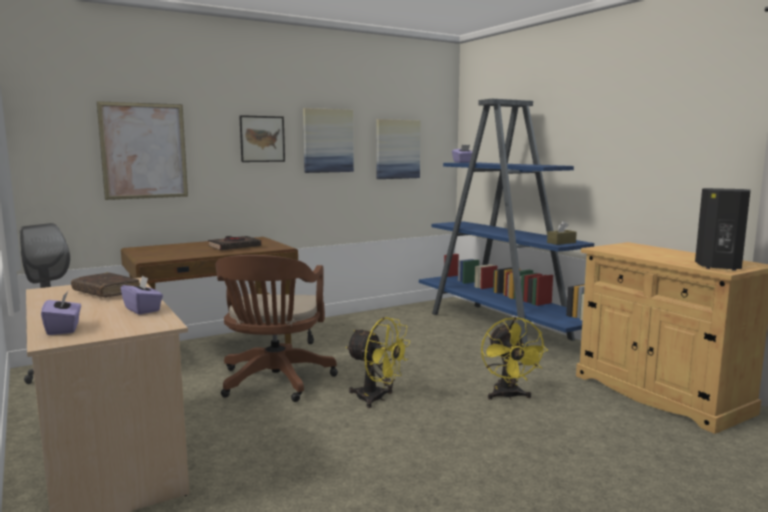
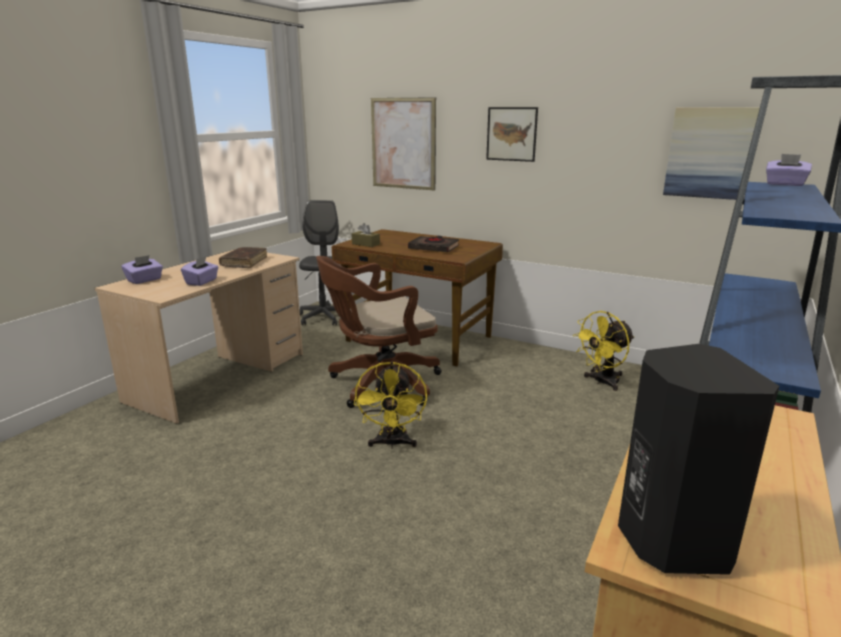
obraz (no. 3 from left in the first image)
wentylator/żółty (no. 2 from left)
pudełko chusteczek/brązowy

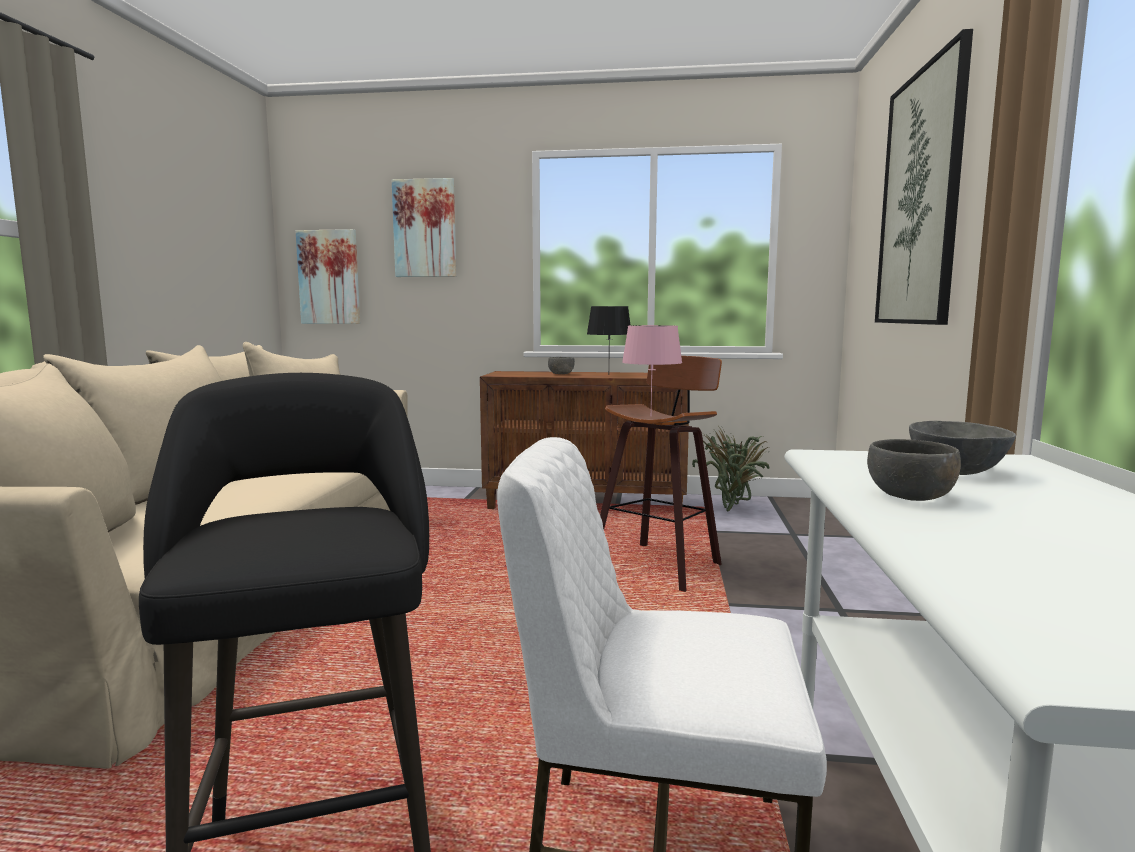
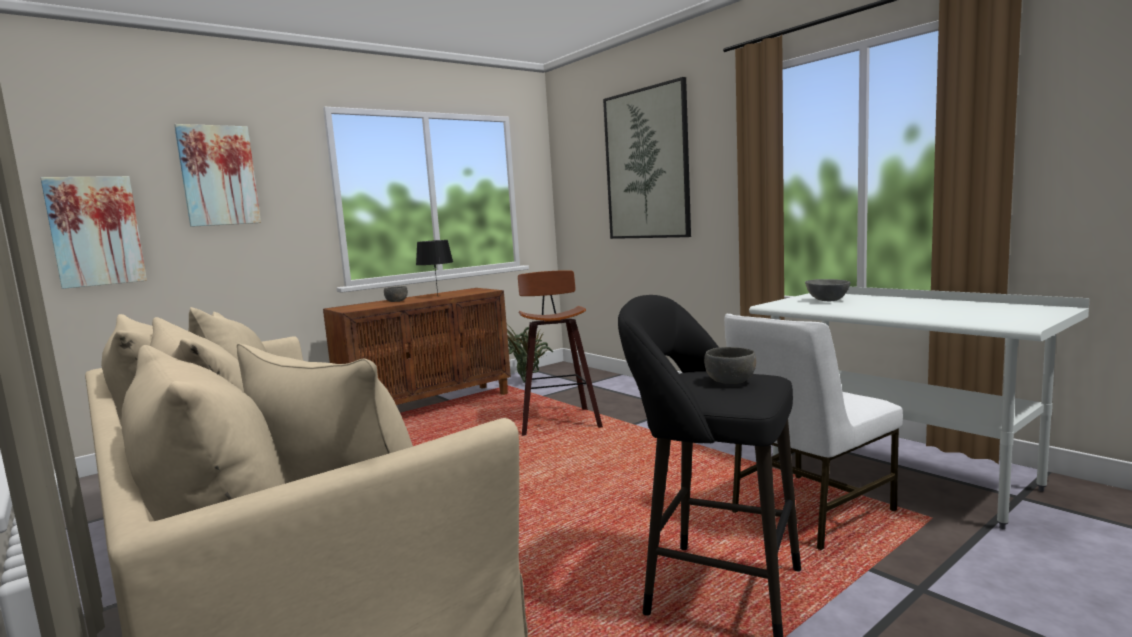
lampa stołowa/różowy
miska/szary (no. 2 from left)

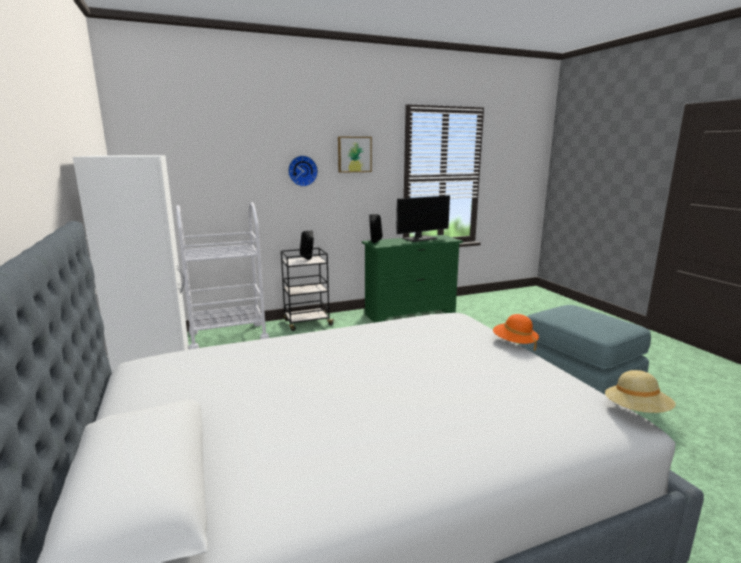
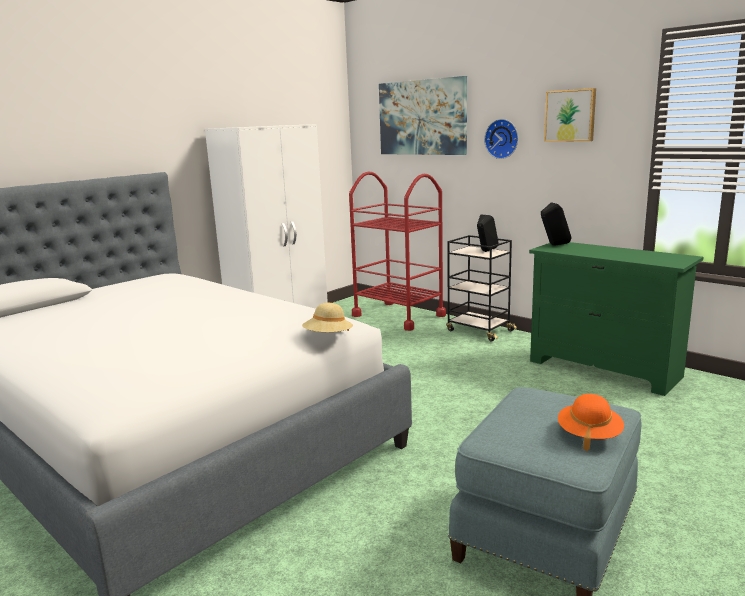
monitor
obraz (no. 1 from left)
kapelusz/pomarańczowy
kapelusz/beżowy
wózek/czerwony

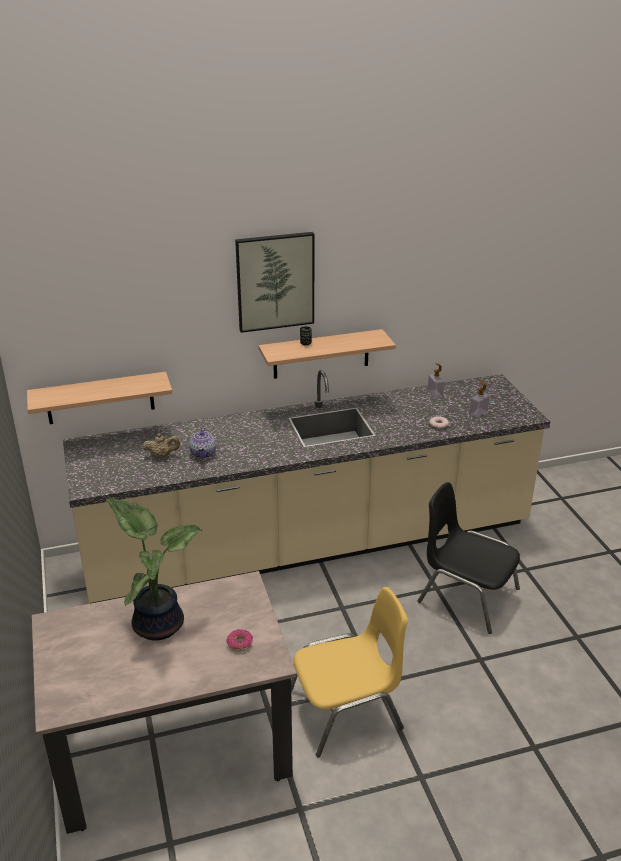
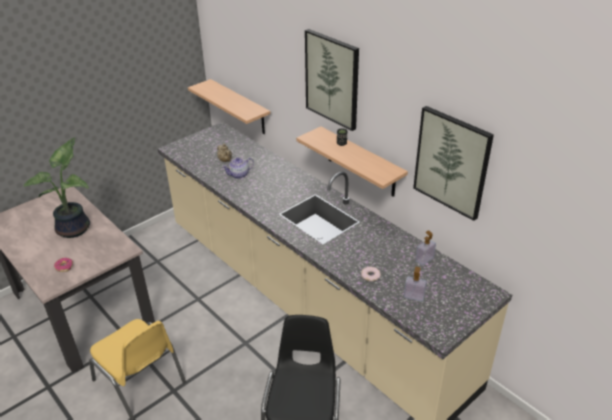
obraz (no. 2 from left)

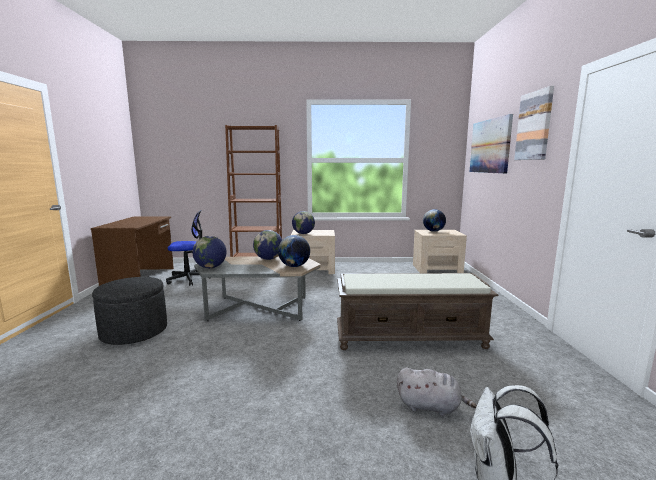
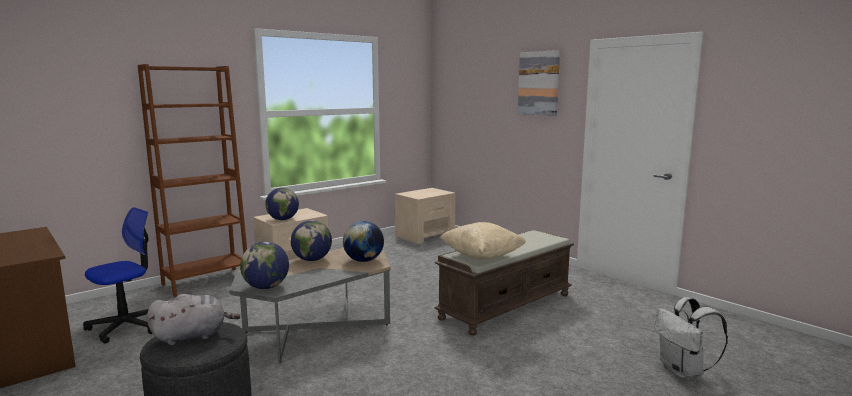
globus (no. 5 from left in the first image)
obraz (no. 1 from left in the first image)
poduszka/beżowy
pluszak/szary

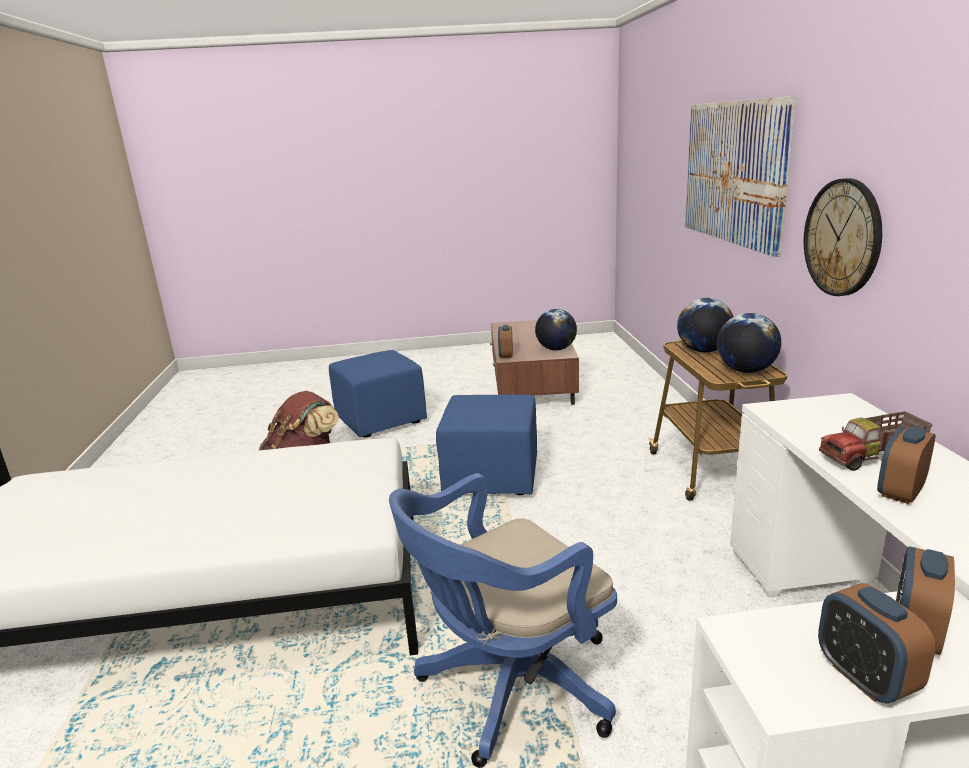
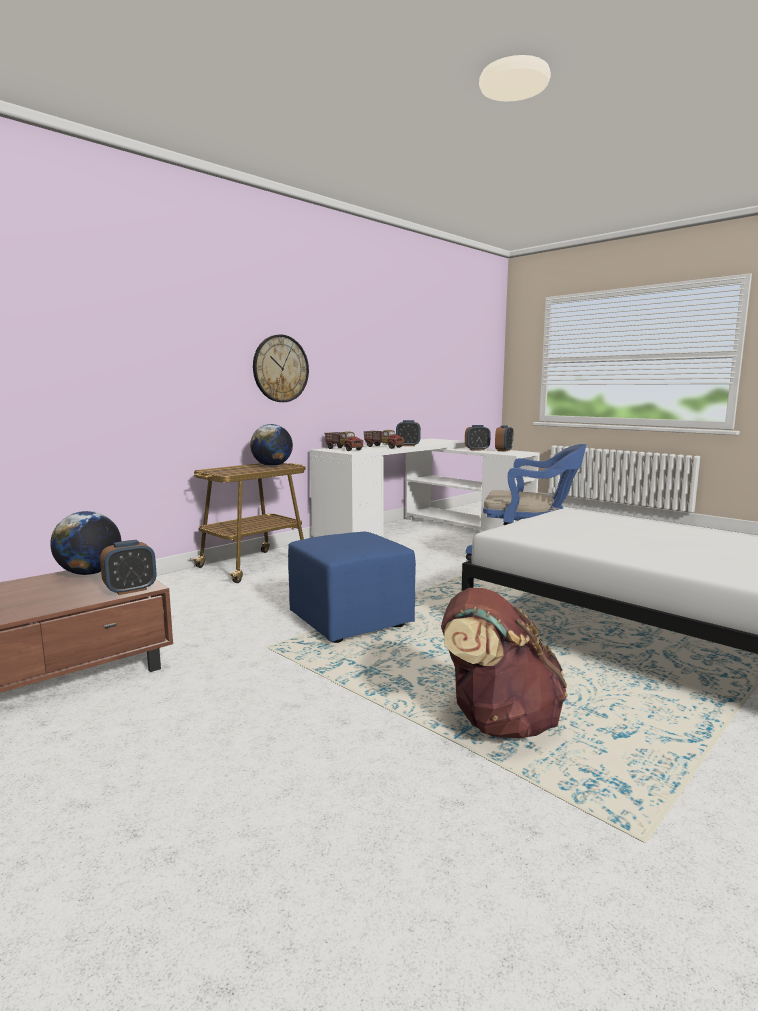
pufa/niebieski (no. 1 from left in the first image)
globus (no. 2 from left in the first image)
obraz
ciężarówka zabawkowa (no. 1 from left)

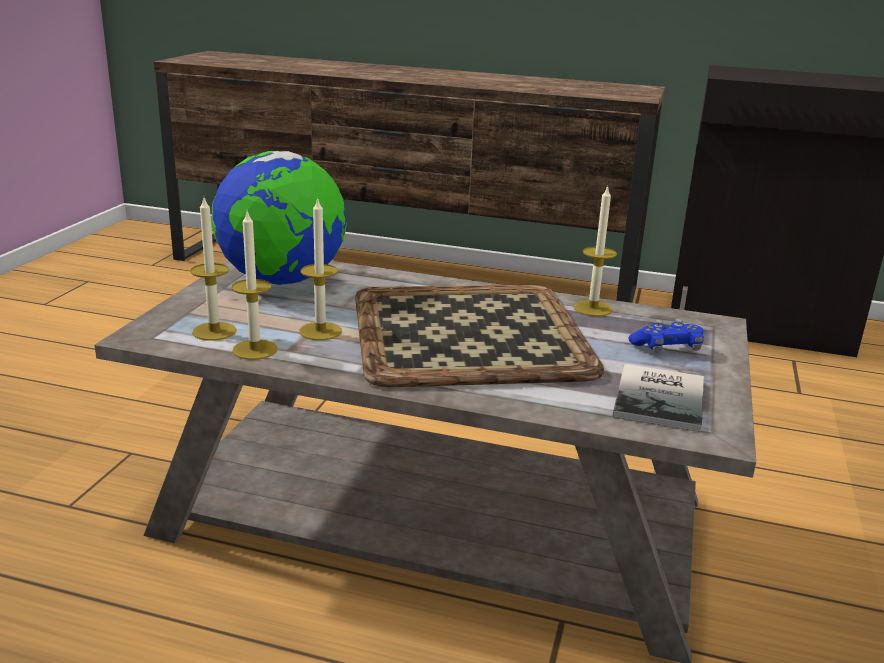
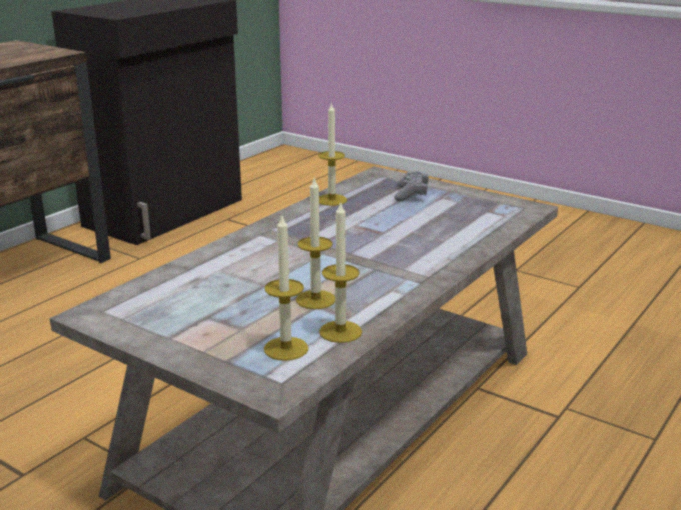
globus
taca
książka
pad do gier/szary

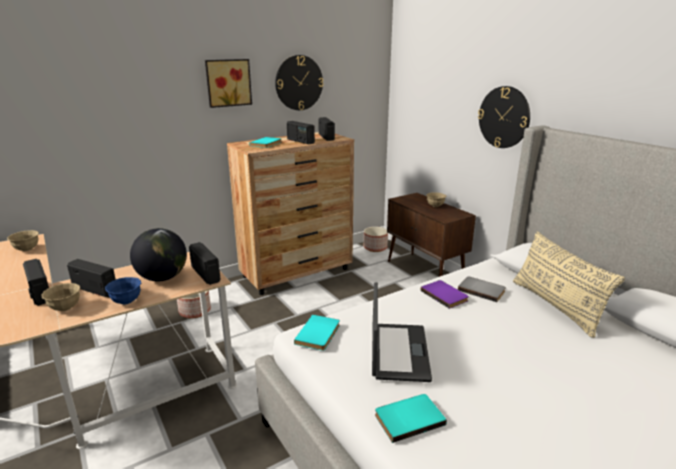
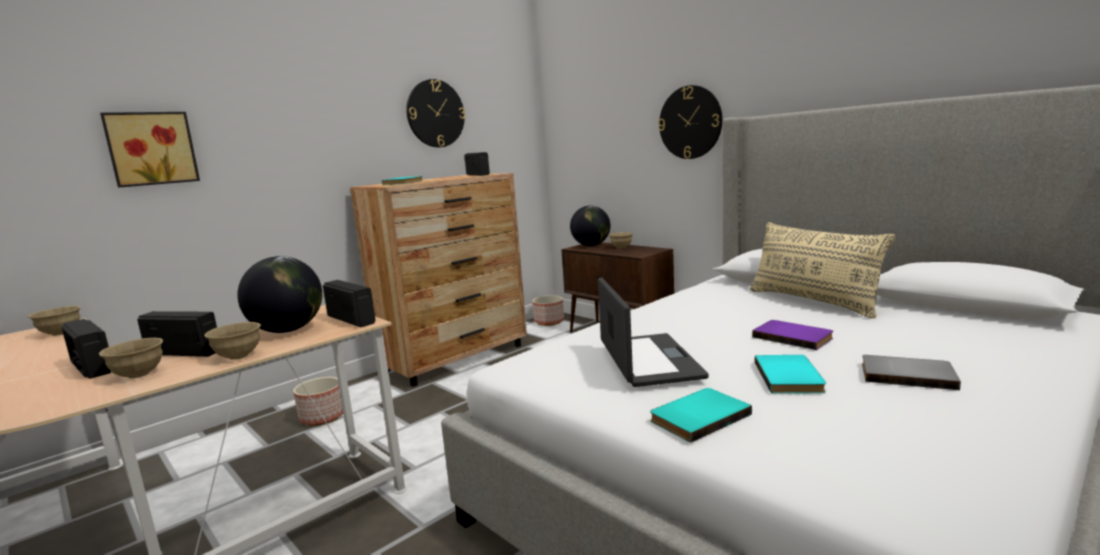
radio (no. 4 from left in the first image)
globus (no. 2 from left)
obraz
książka/turkusowy (no. 3 from left)
książka/fioletowy
książka/szary
miska/beżowy (no. 3 from left)

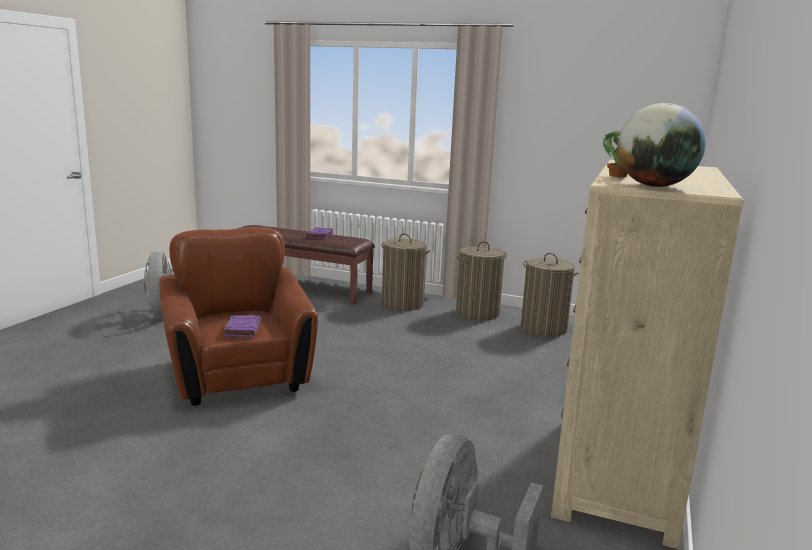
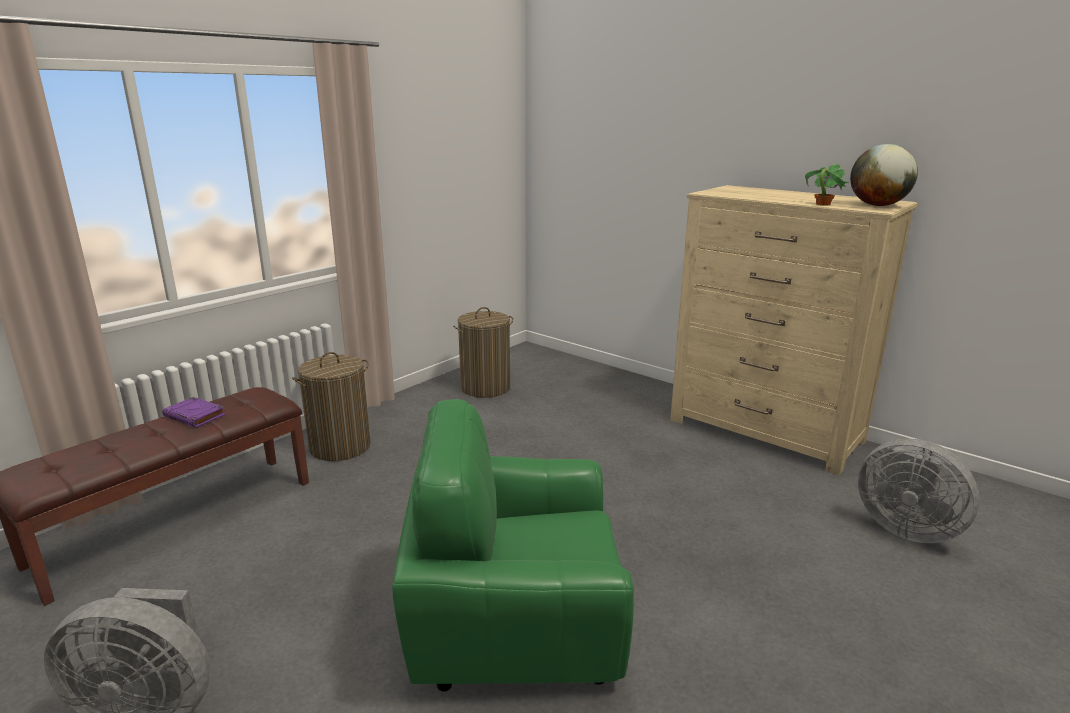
książka/fioletowy (no. 1 from left in the first image)
kosz na pranie (no. 2 from left in the first image)
fotel/zielony

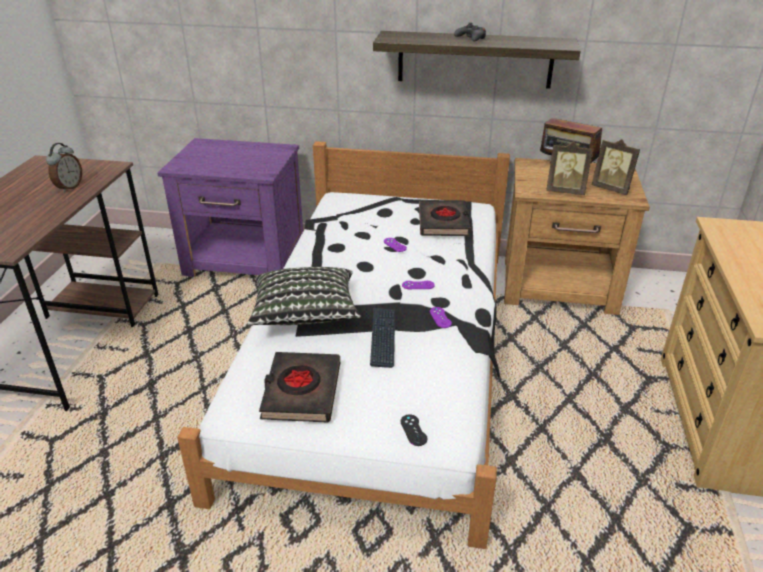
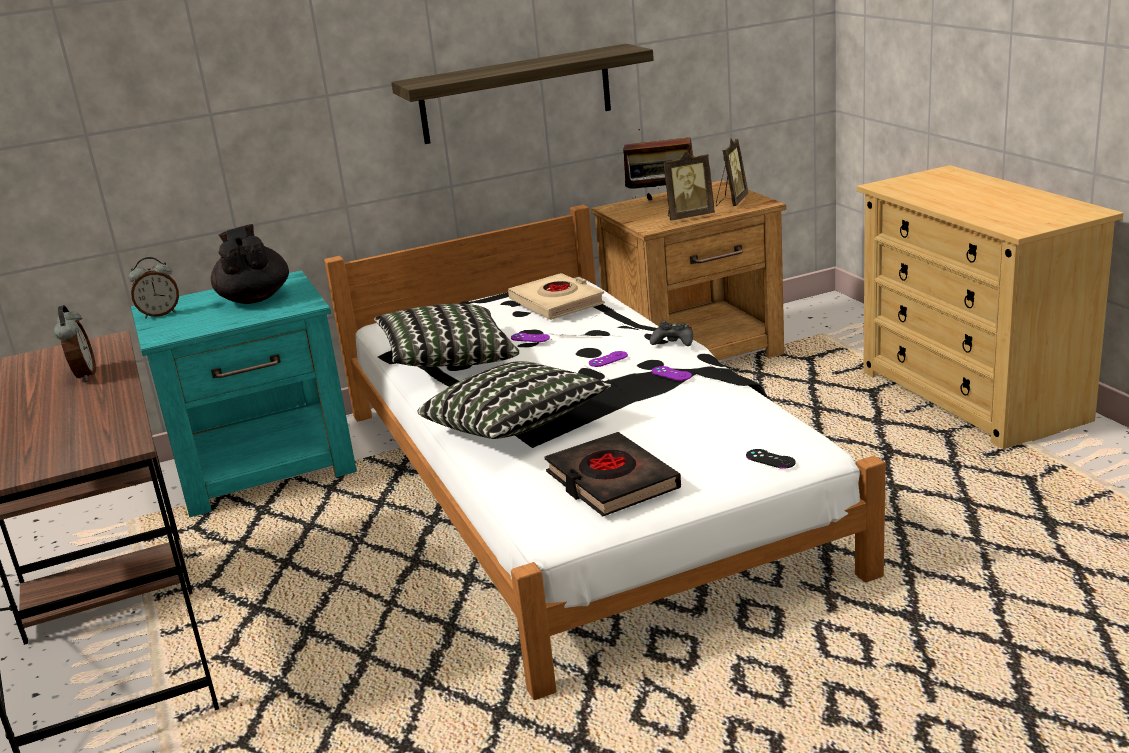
klawiatura
budzik (no. 2 from left)
imbryk/czarny
poduszka (no. 1 from left)
pad do gier/czarny (no. 1 from left)
szafka nocna/turkusowy
książka/beżowy
ramka na zdjęcie (no. 2 from left)

